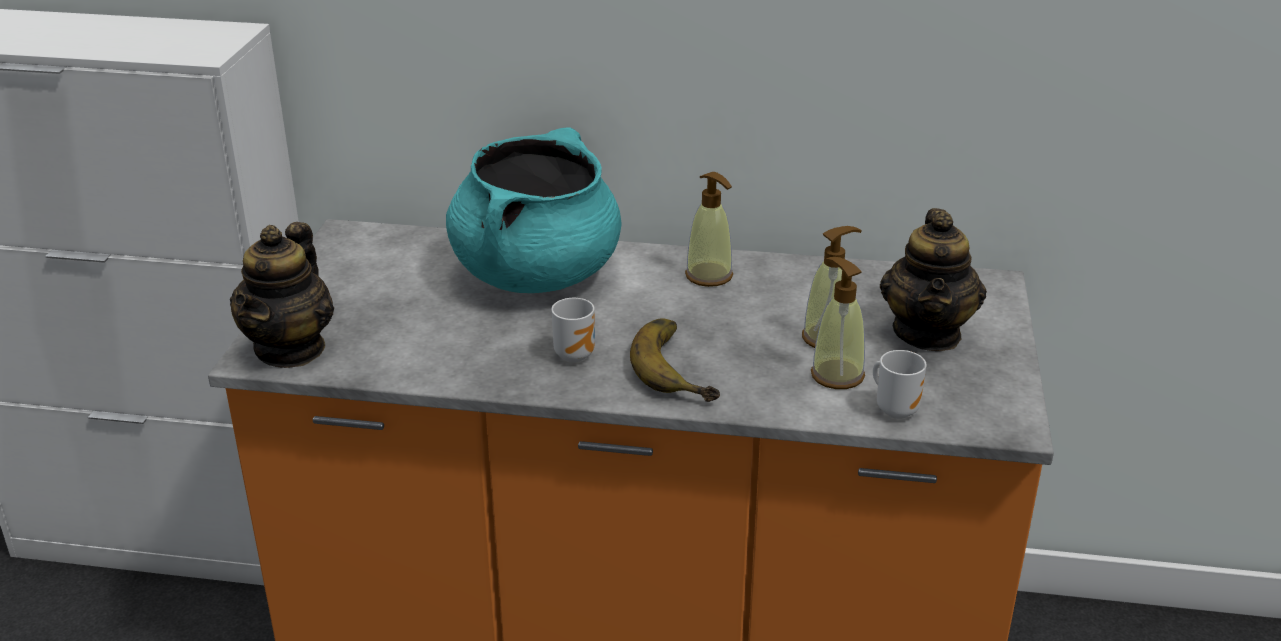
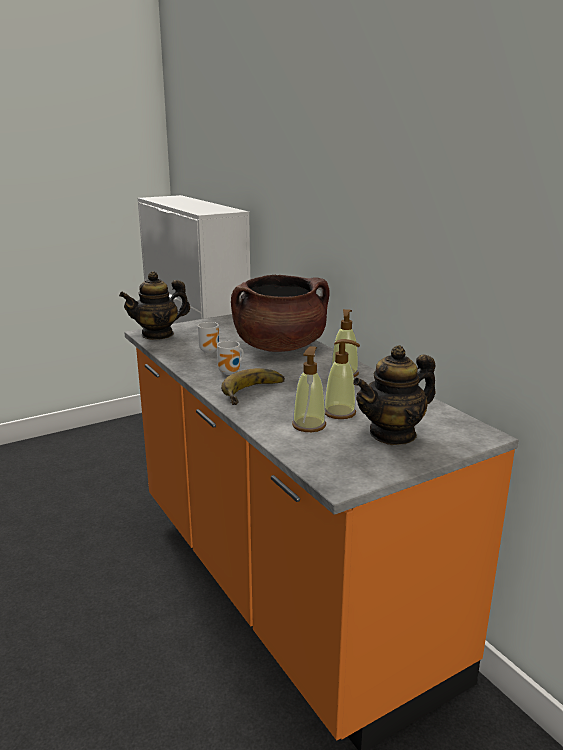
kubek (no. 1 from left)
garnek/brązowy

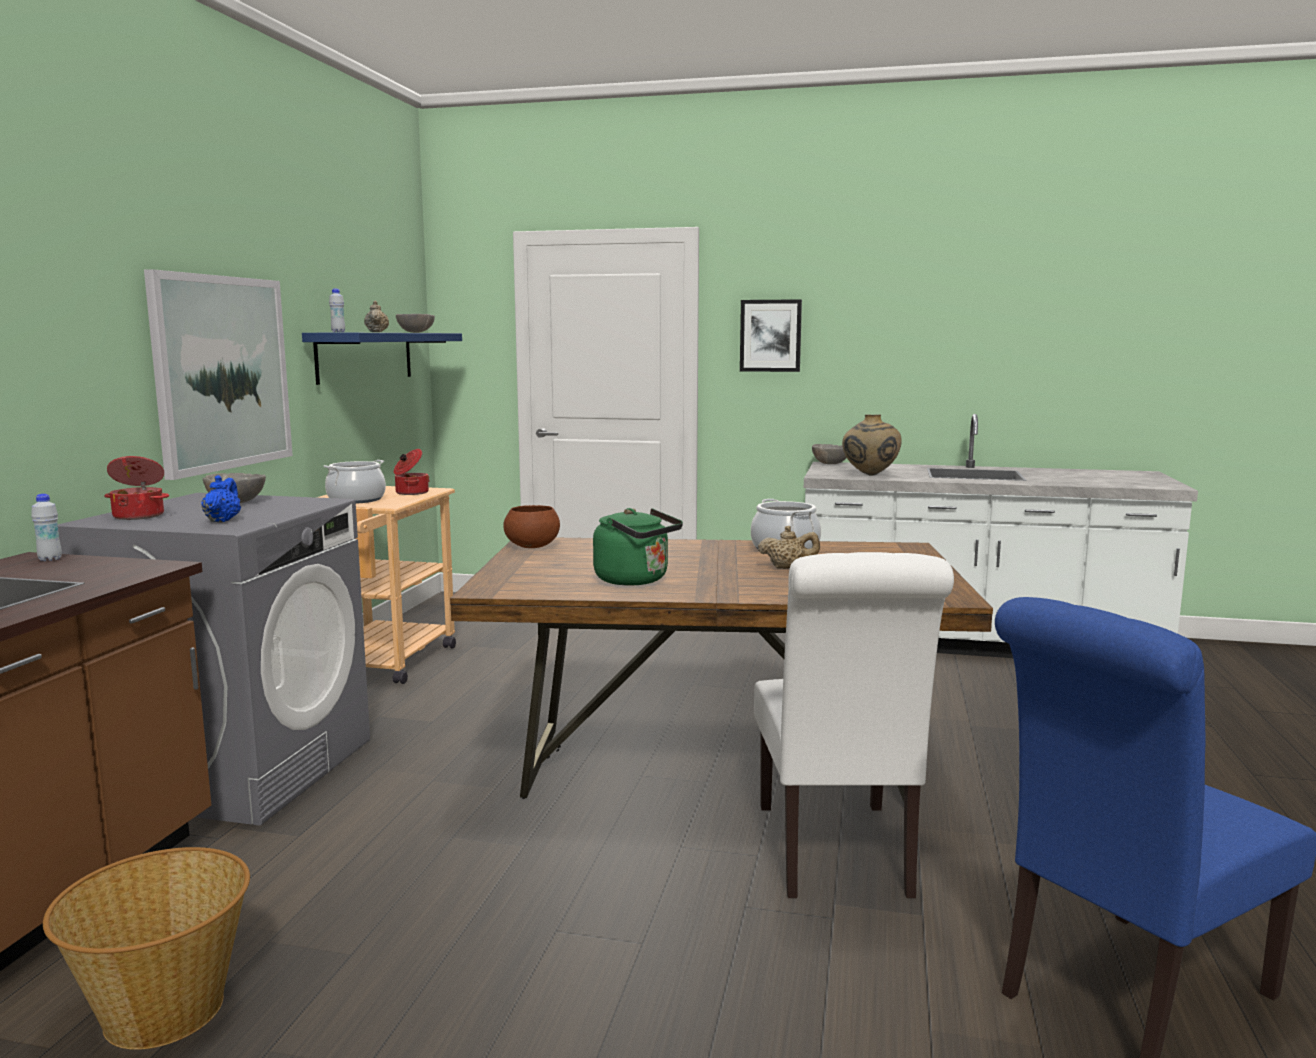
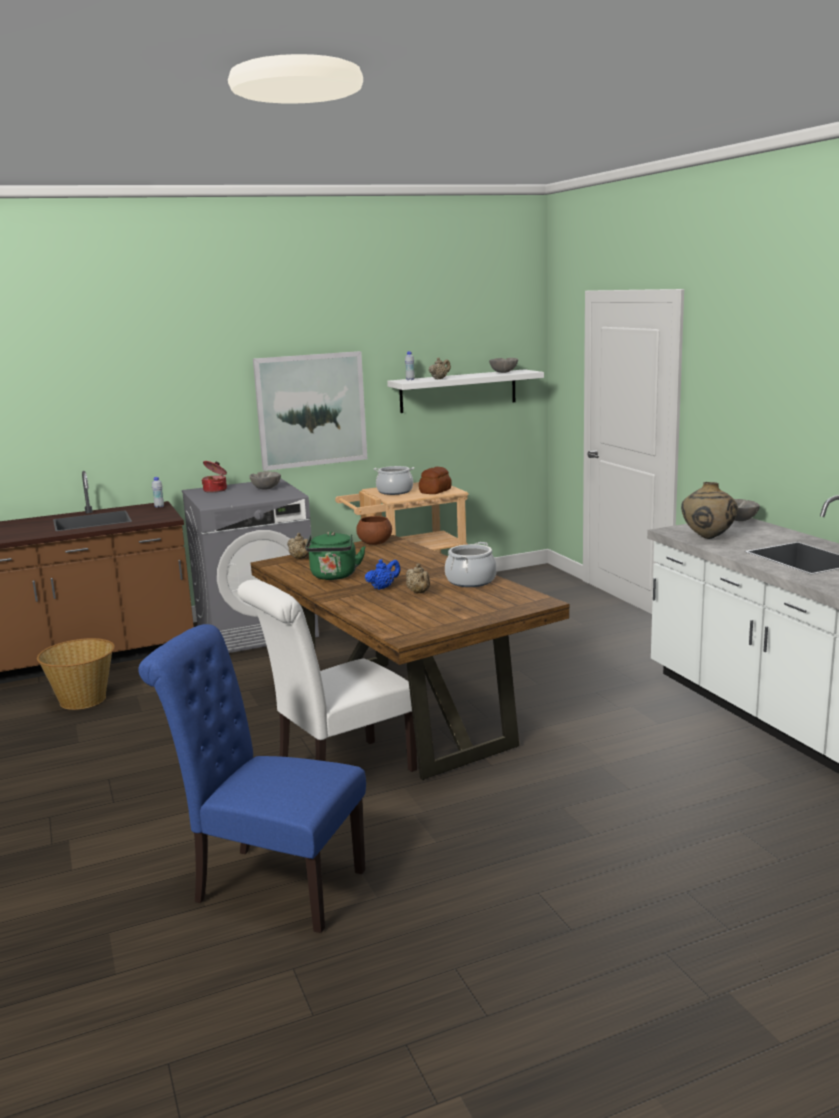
obraz (no. 2 from left in the first image)
imbryk/beżowy (no. 1 from left)
imbryk/niebieski
chleb
półka/biały

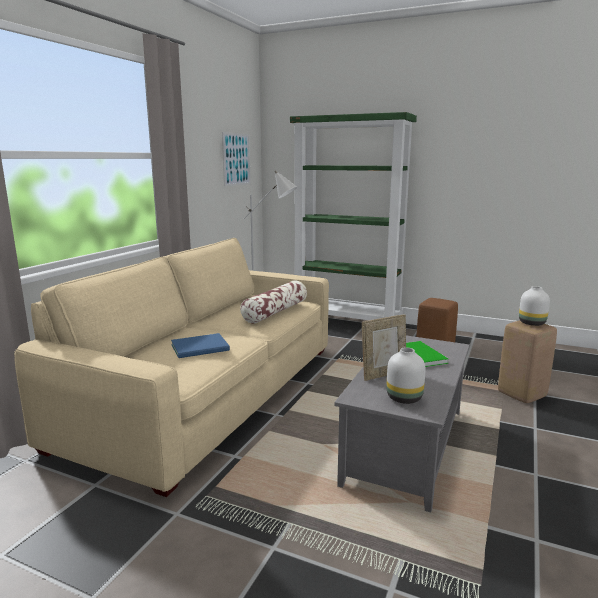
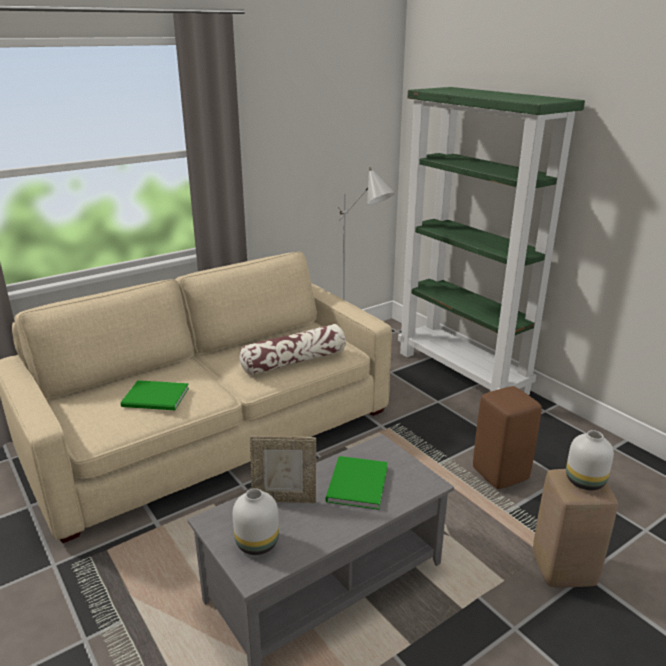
obraz
książka/zielony (no. 1 from left)

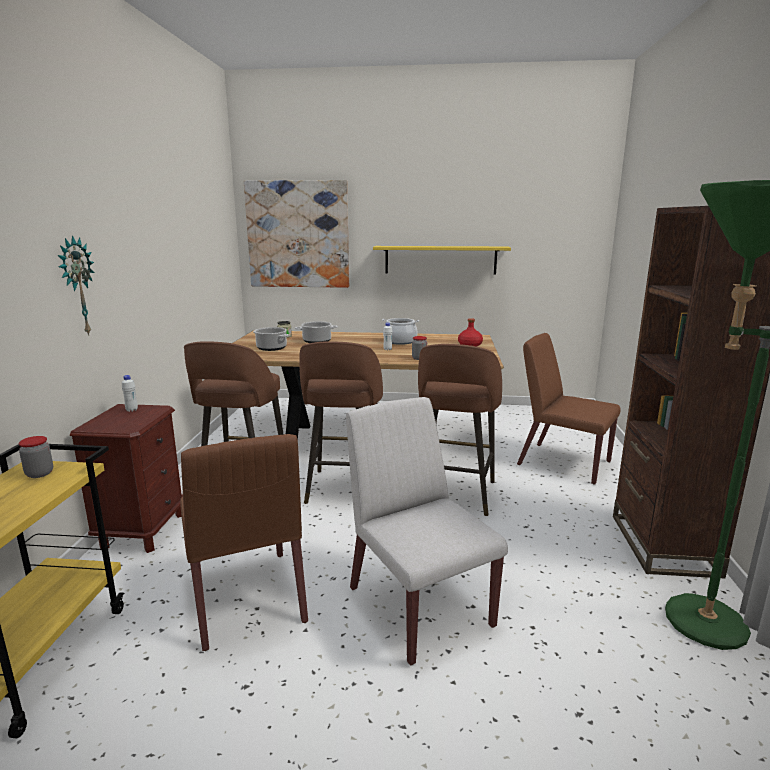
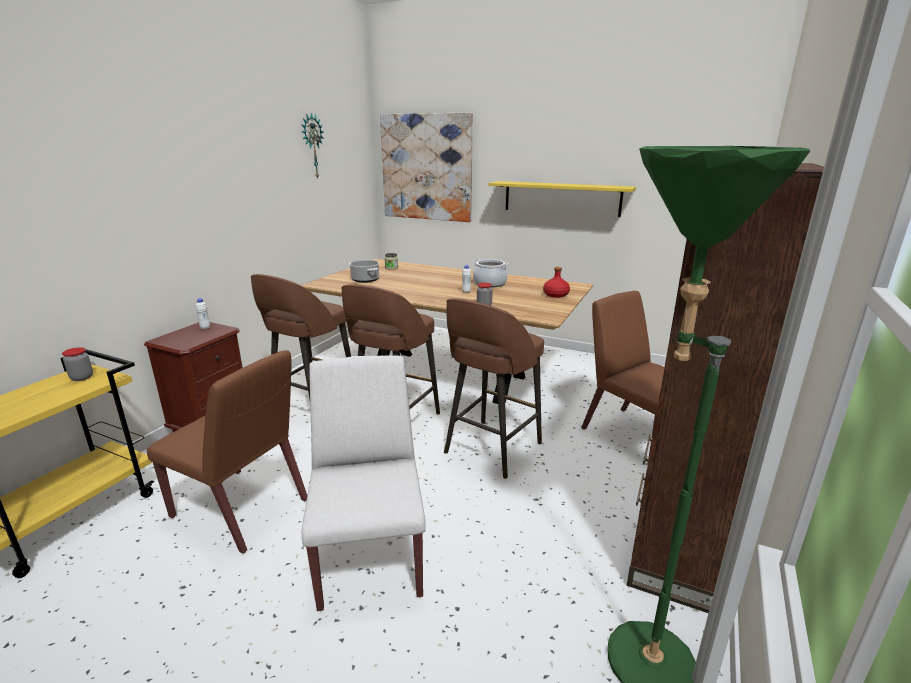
garnek (no. 2 from left in the first image)
zegar ścienny
krzesło/brązowy (no. 1 from left)

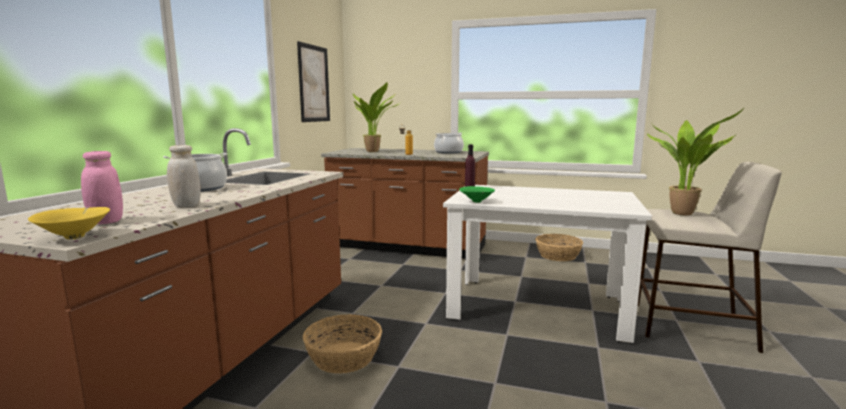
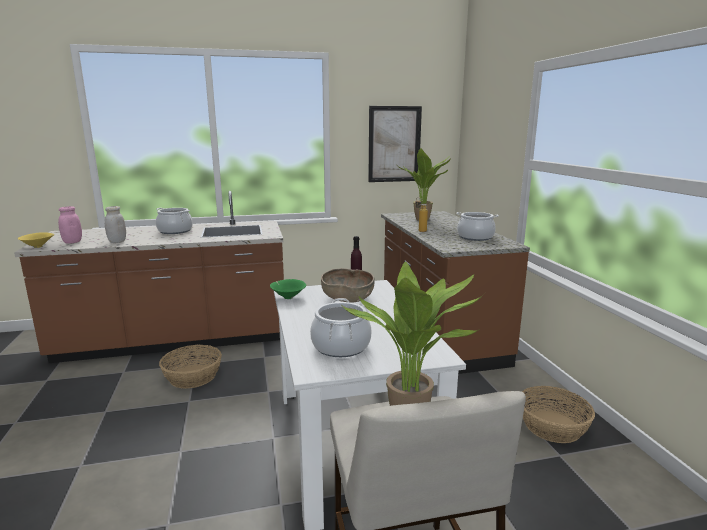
garnek (no. 2 from left)
miska/brązowy

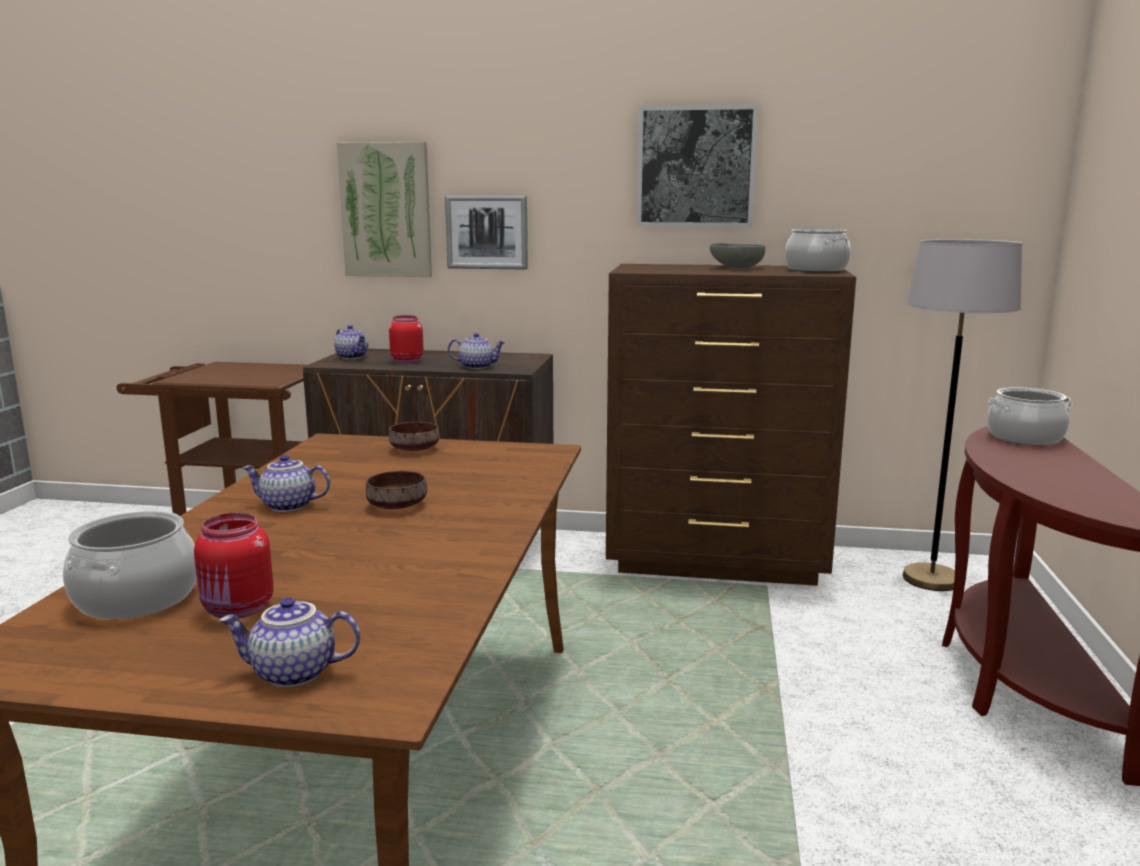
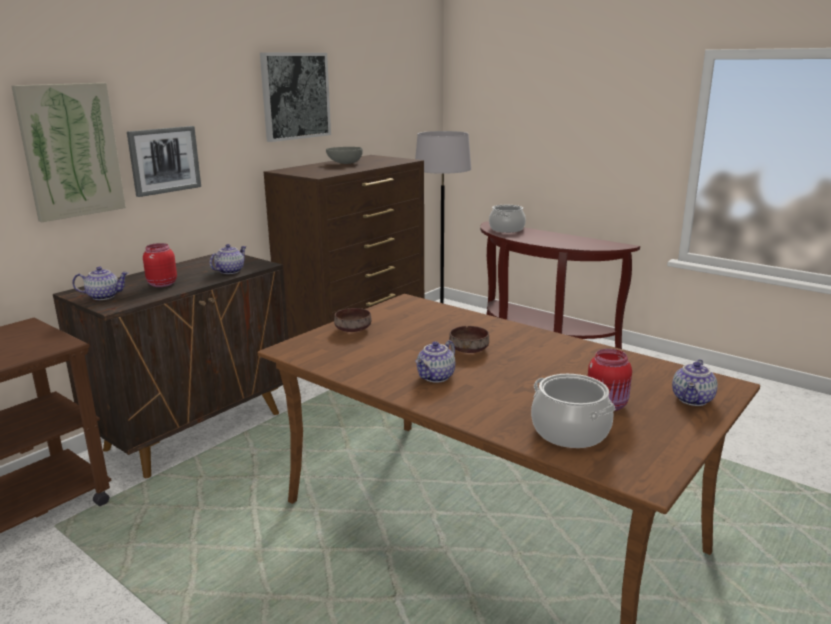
garnek (no. 2 from left in the first image)

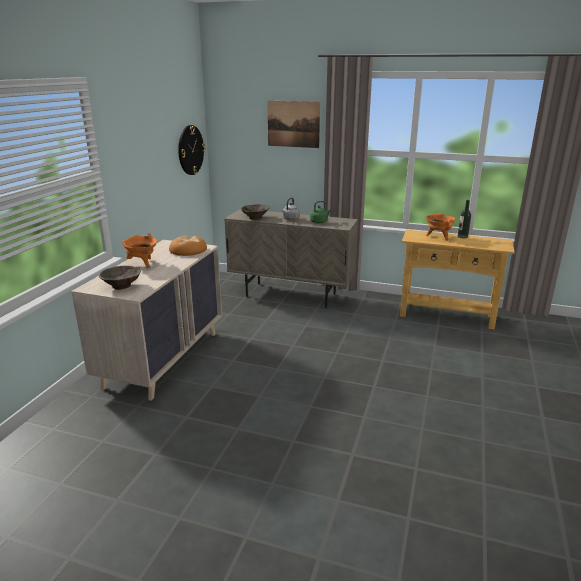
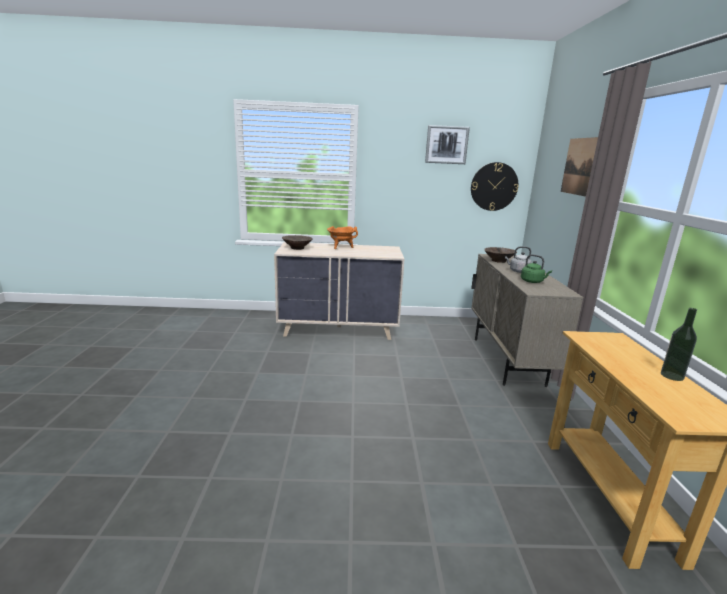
chleb
garnek/pomarańczowy (no. 2 from left in the first image)
obraz (no. 1 from left)

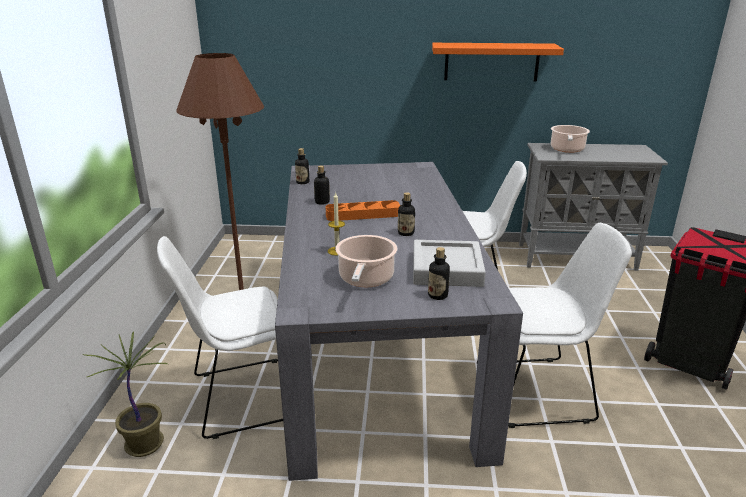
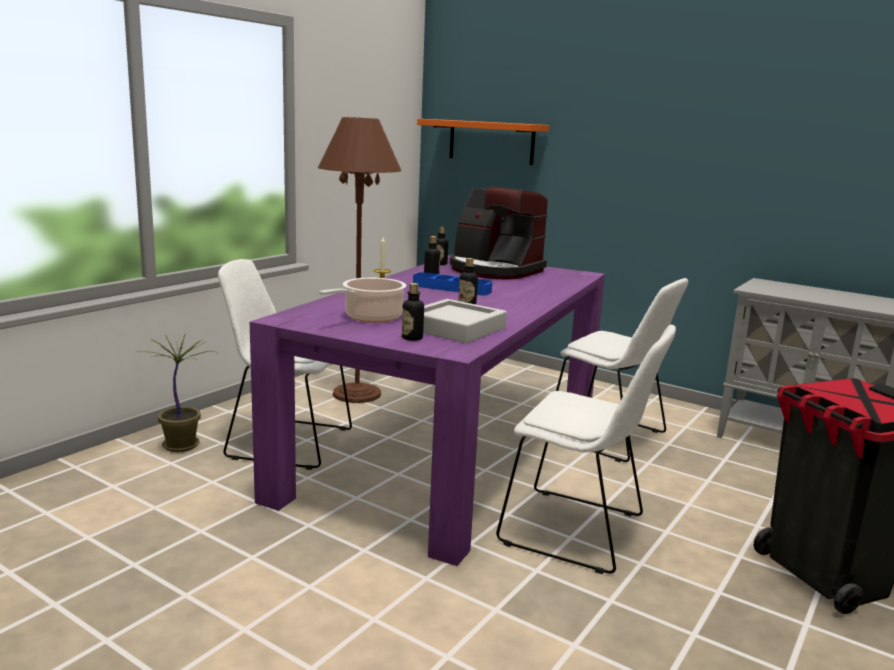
garnek (no. 2 from left in the first image)
ekspres do kawy
półka/pomarańczowy
stół jadalny/fioletowy
taca/niebieski

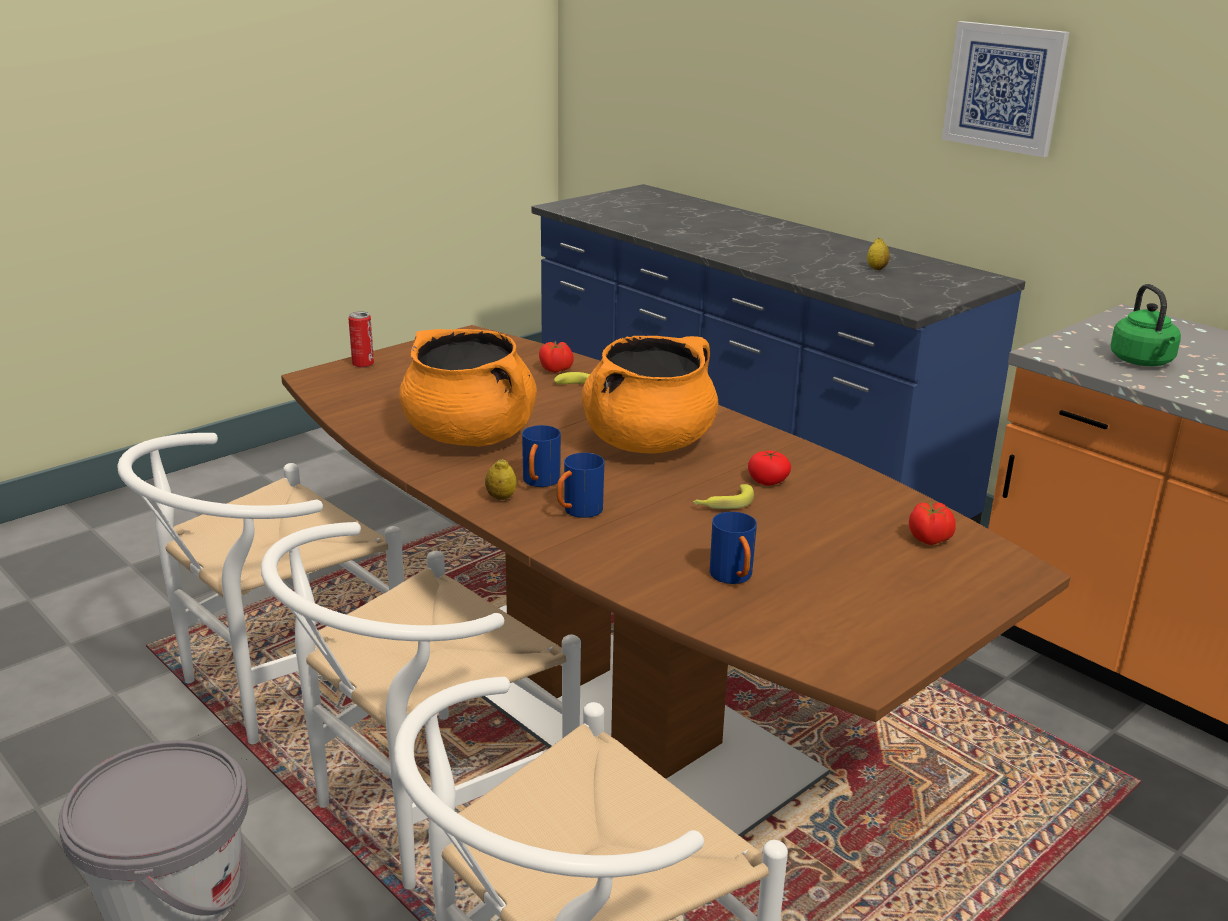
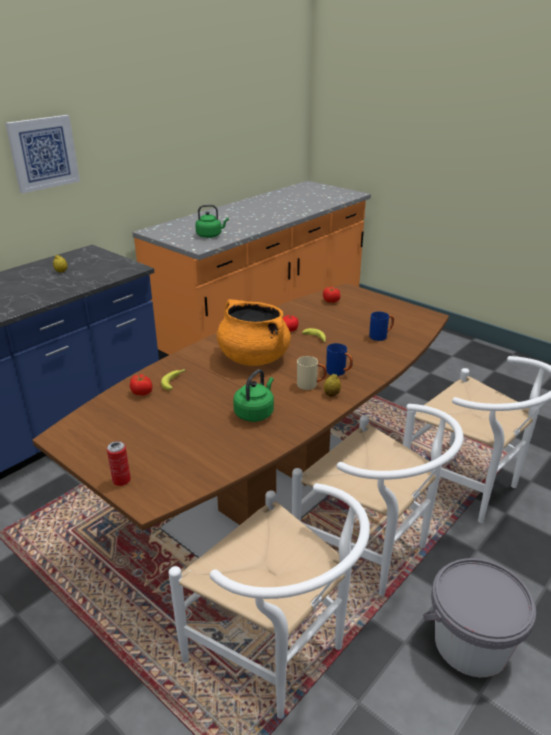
czajnik/zielony (no. 2 from left)
kubek/beżowy

